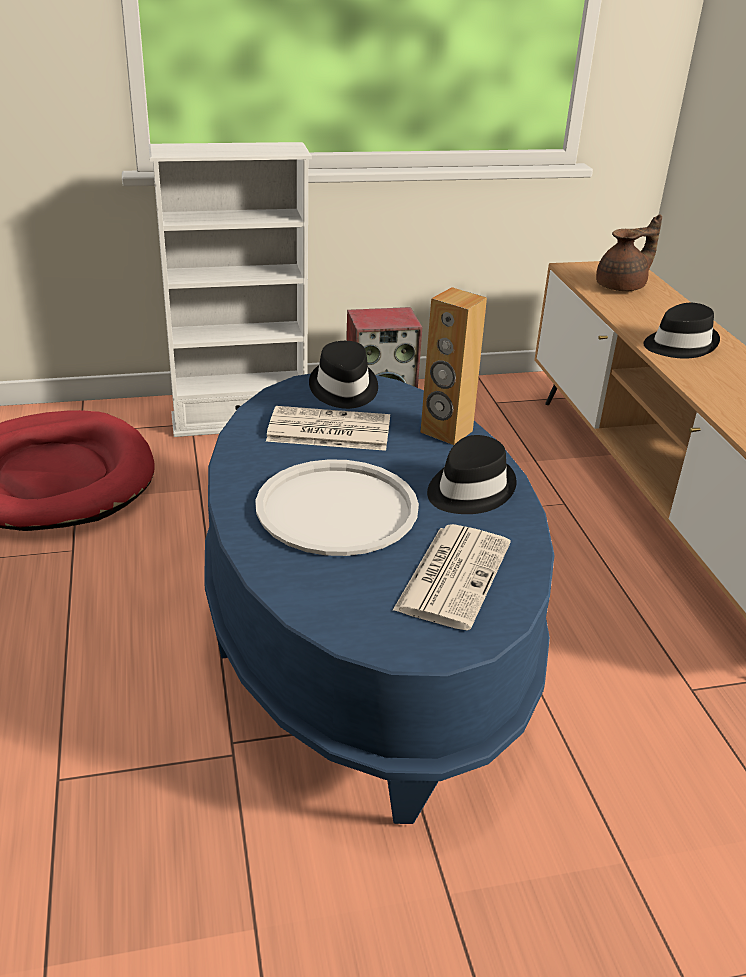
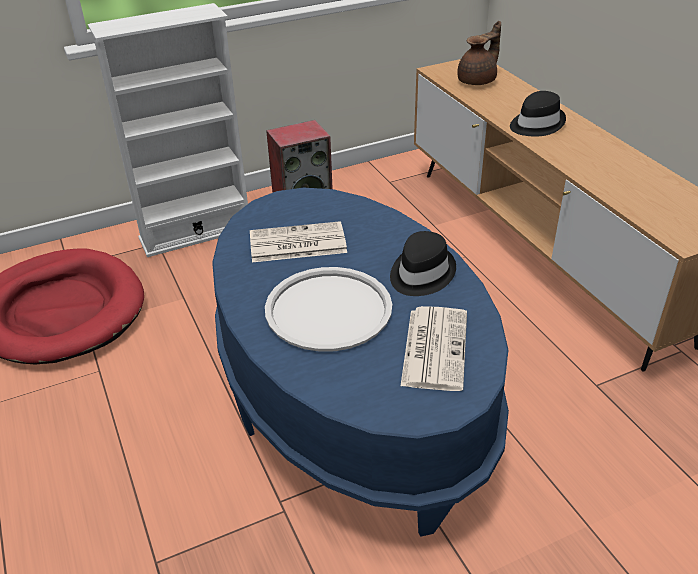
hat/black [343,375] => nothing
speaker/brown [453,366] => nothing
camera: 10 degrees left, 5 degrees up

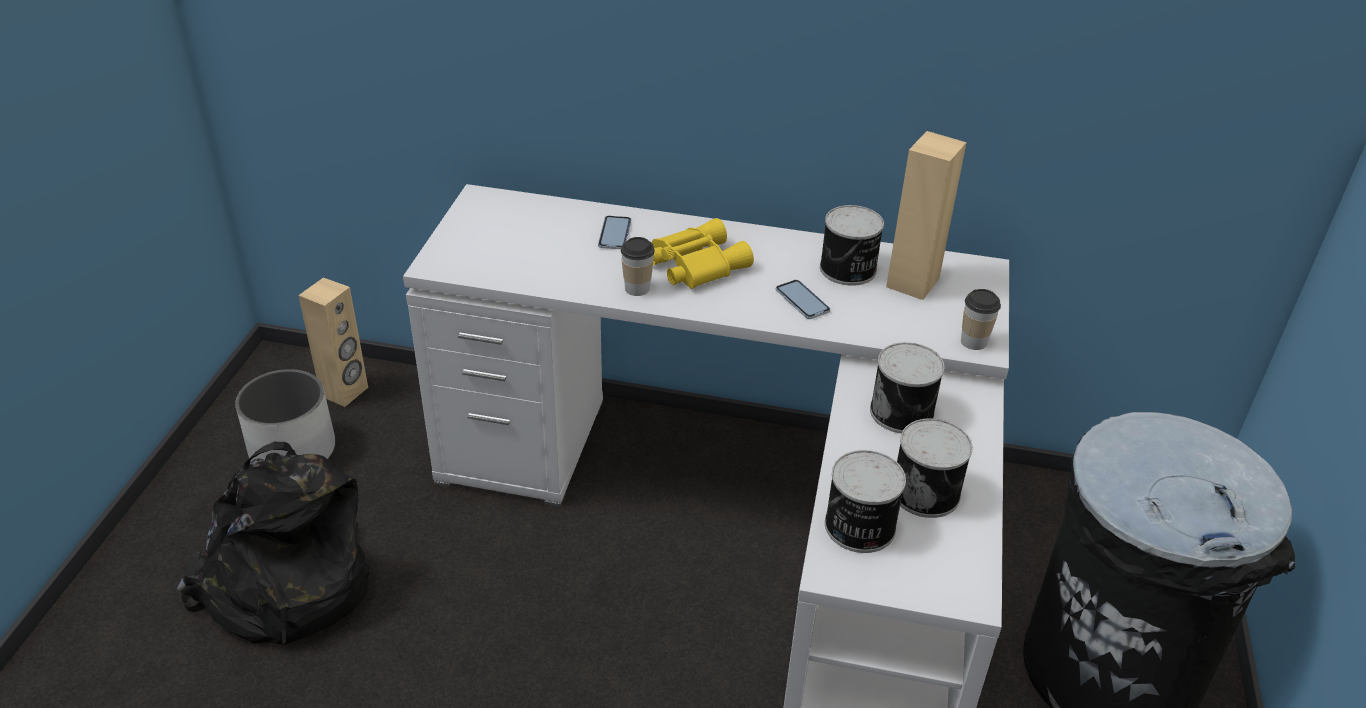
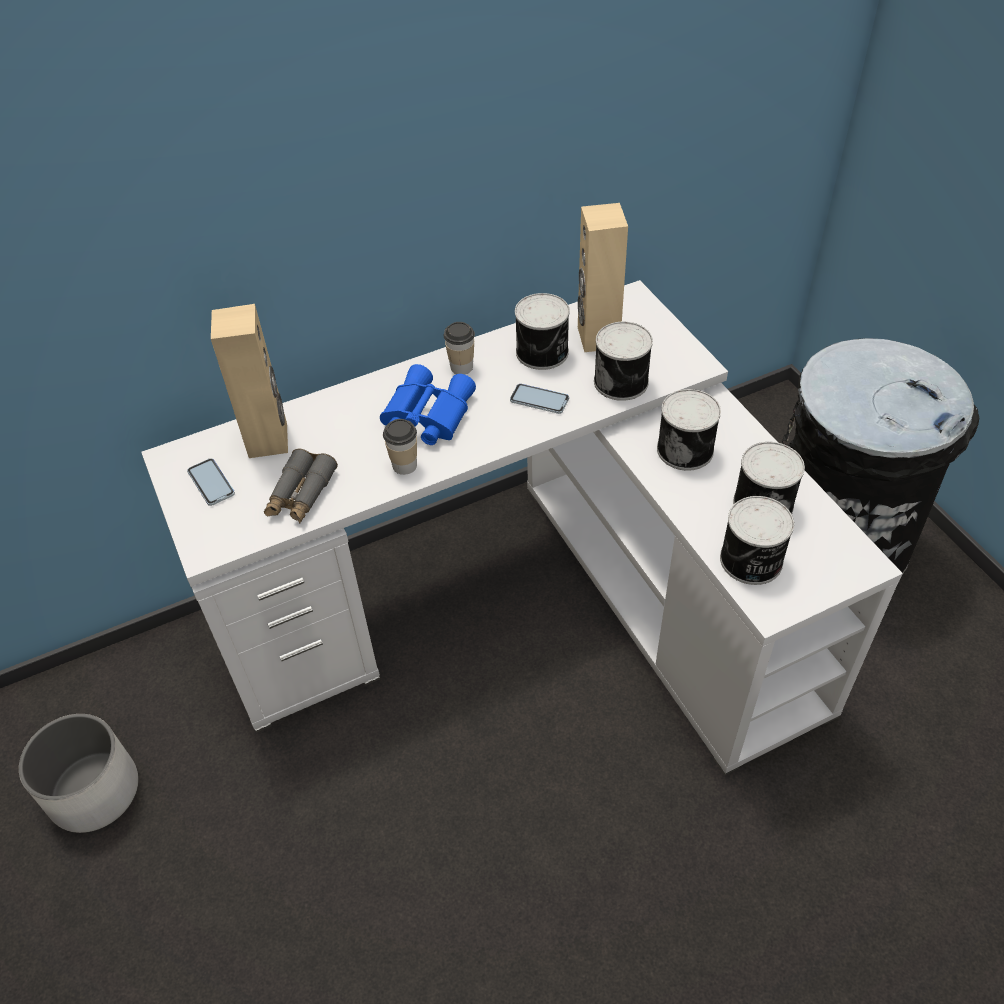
backpack/black [273,543] => nothing
speaker/beige [333,342] => speaker/beige [249,381], shifted
phone [614,232] => phone [211,482], shifted
binoculars/yellow [703,253] => binoculars/blue [428,404]
cup [981,319] => cup [459,348], shifted
nothing => binoculars/grey [301,486]
nothing => can [623,361]
camera: 35 degrees left, 10 degrees up

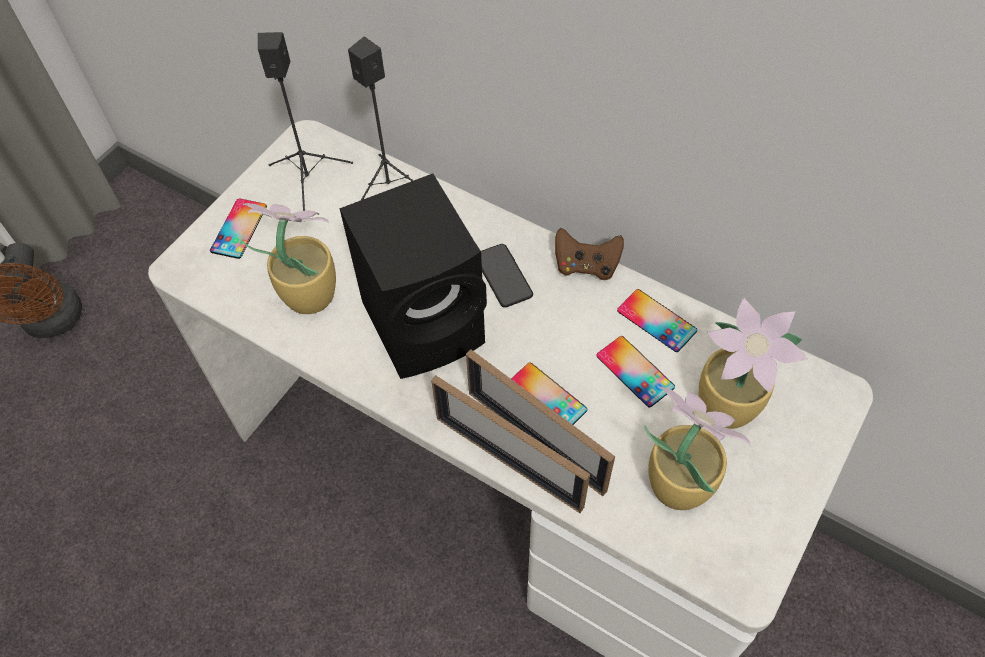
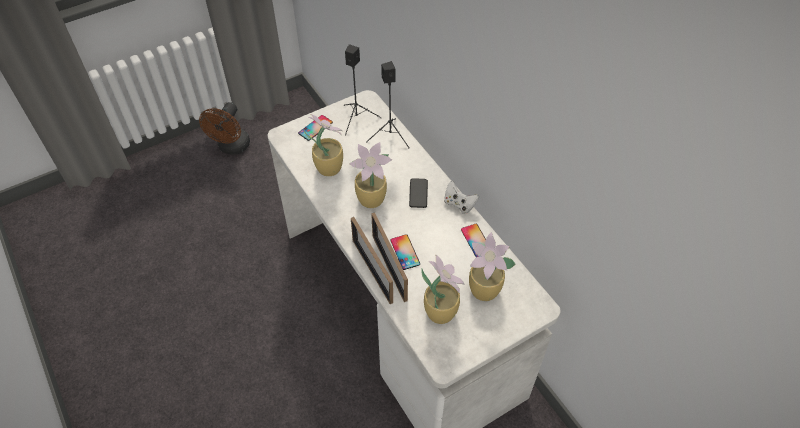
speaker/black [413,276] => potted plant [371,175]
game controller/brown [589,254] => game controller/white [461,197]
phone [635,371] => nothing
camera: 25 degrees right, 5 degrees down

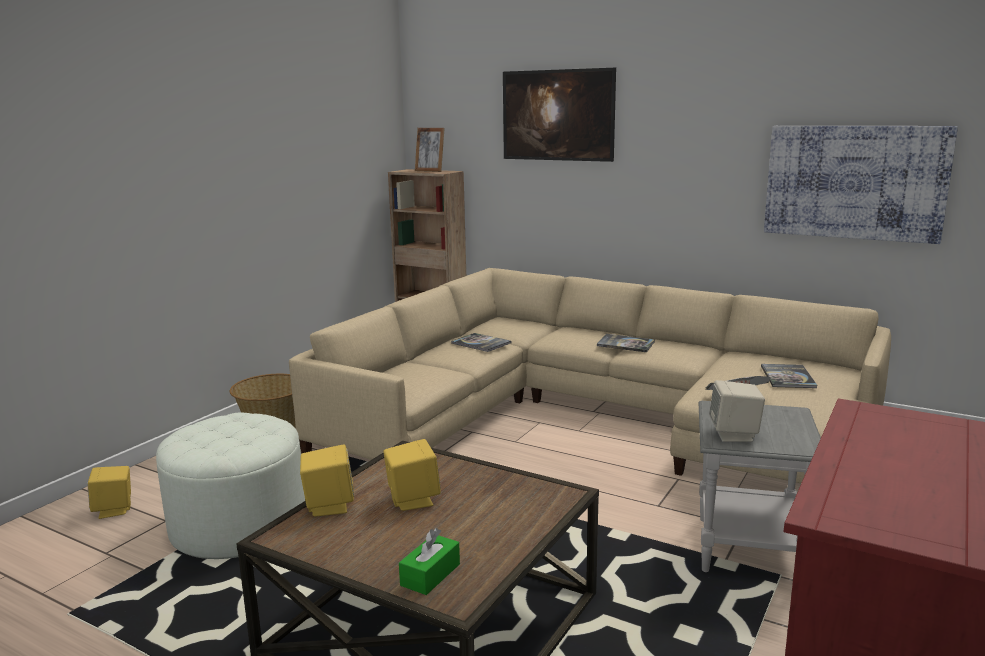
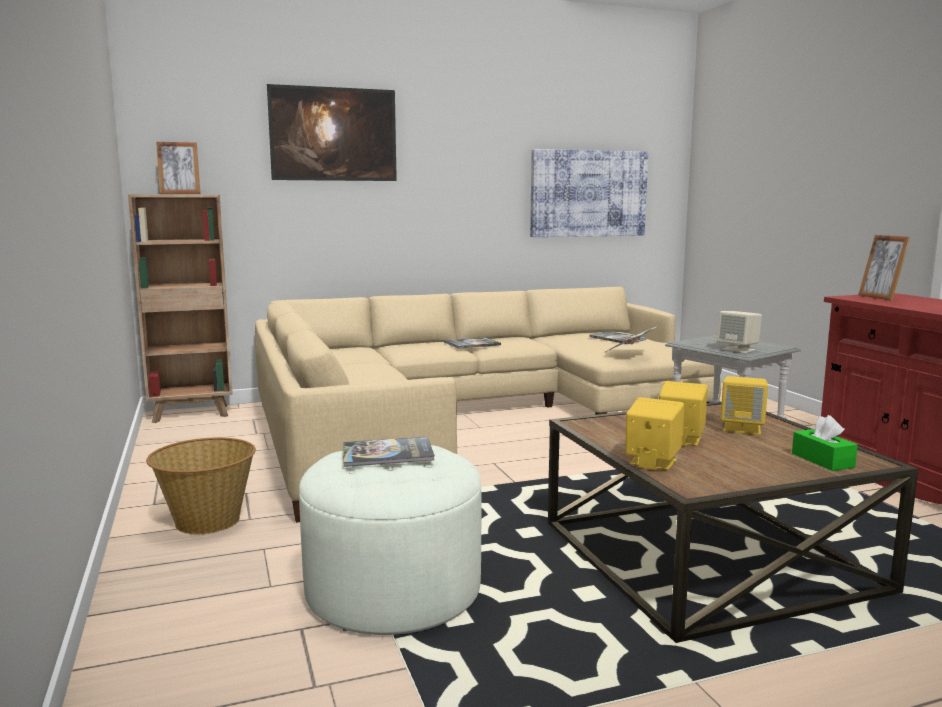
speaker/yellow [109,492] => speaker/yellow [744,405], shifted
book [481,342] => book [389,451], shifted
nothing => picture frame [884,268]
camera: 50 degrees left, 5 degrees down

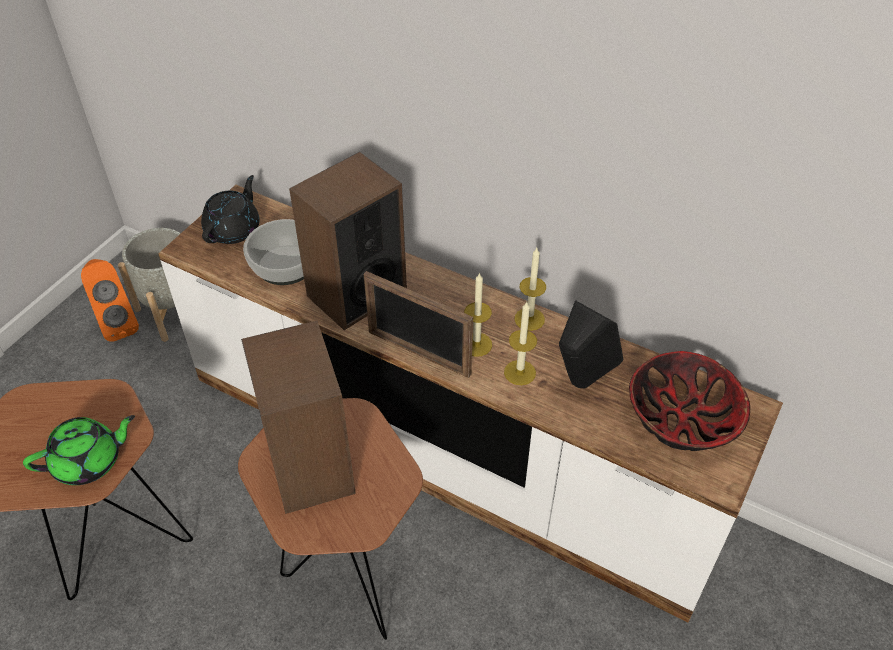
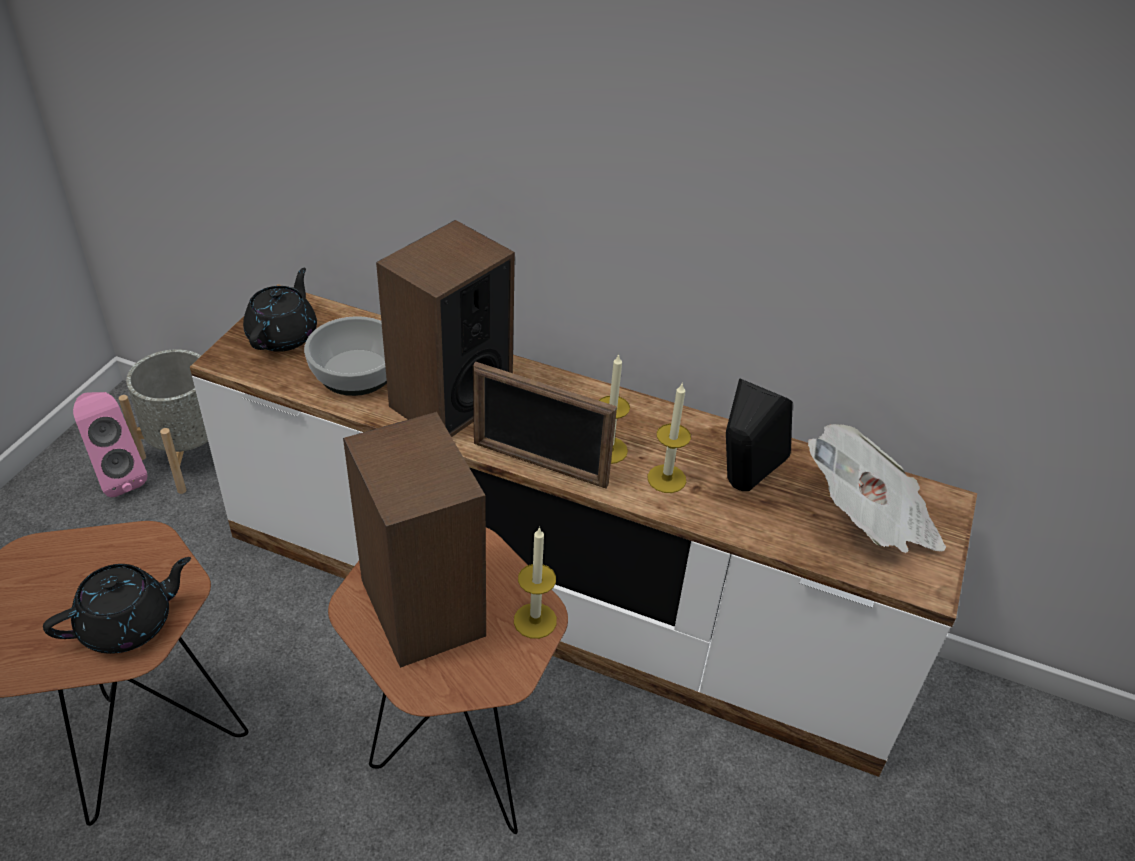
teapot/green [79,450] => teapot/black [117,605]
speaker/orange [110,300] => speaker/pink [110,444]
candle [530,289] => candle [535,582], shifted
bowl [689,401] => newspaper [877,488]
camera: 10 degrees left, 5 degrees down

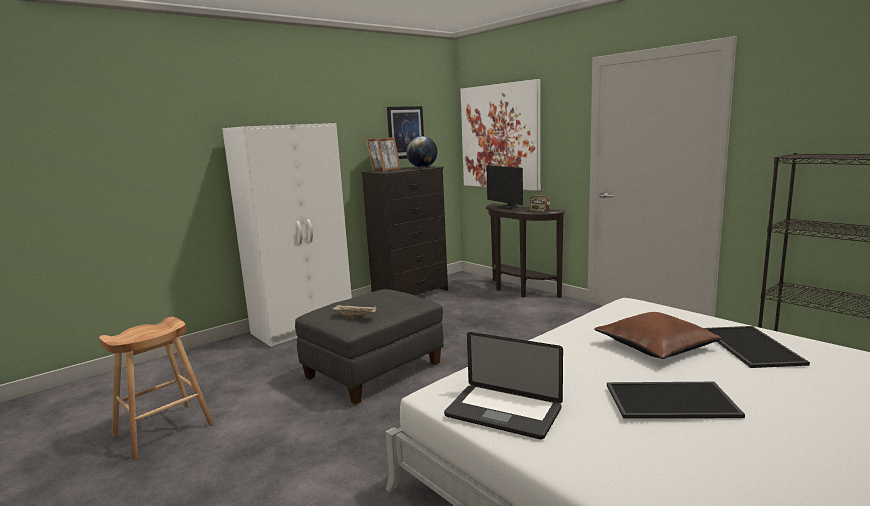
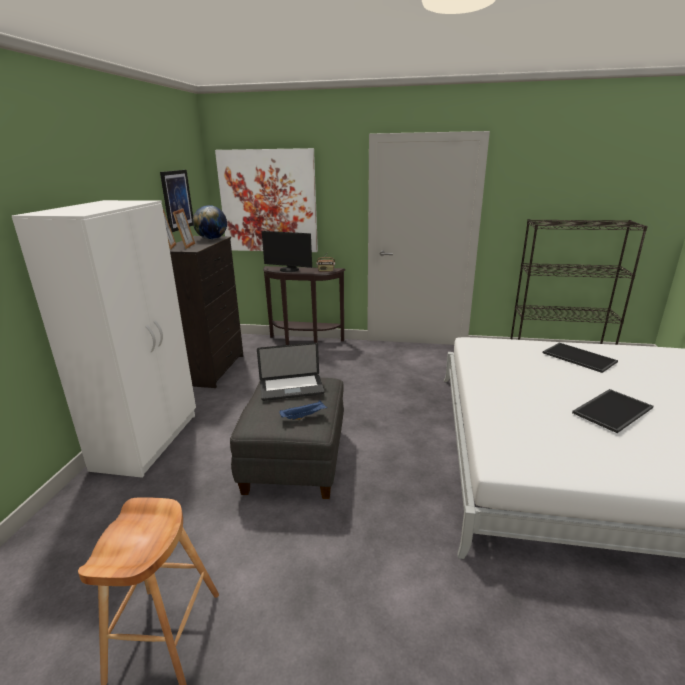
tray/beige [354,311] => tray/blue [303,410]
laptop [503,386] => laptop [290,371], shifted
pillow/brown [657,335] => nothing
camera: 40 degrees left, 10 degrees up

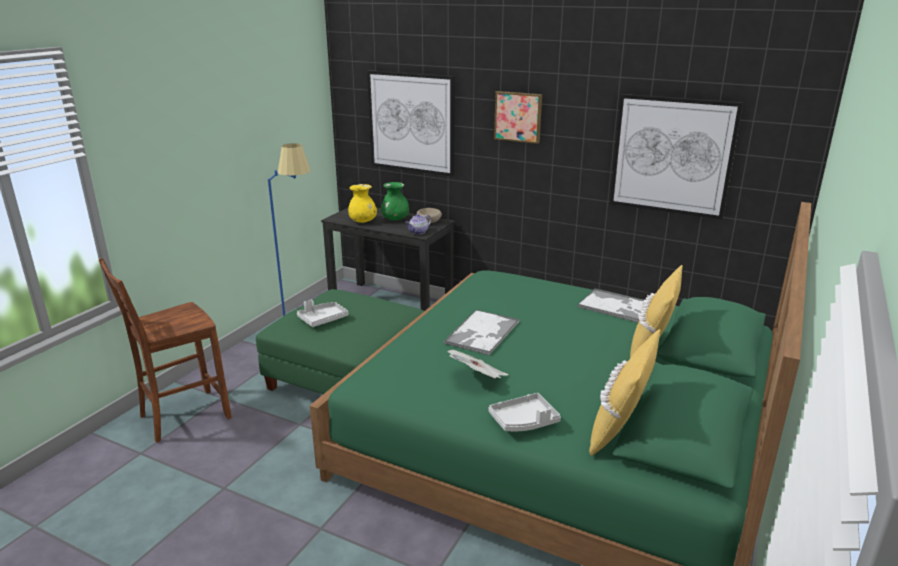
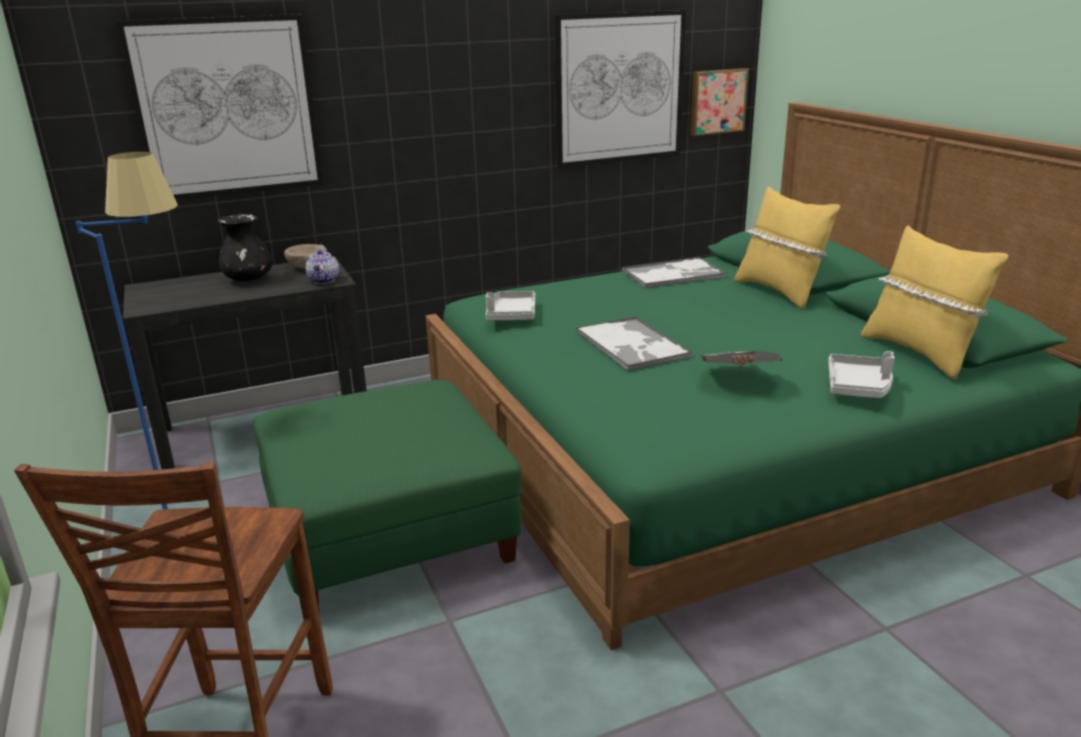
tray/grey [323,313] => tray/grey [510,305], shifted
vase/yellow [362,203] => nothing
vase/green [395,201] => vase/black [245,247]
picture [518,117] => picture [719,102], shifted
camera: 50 degrees left, 0 degrees up

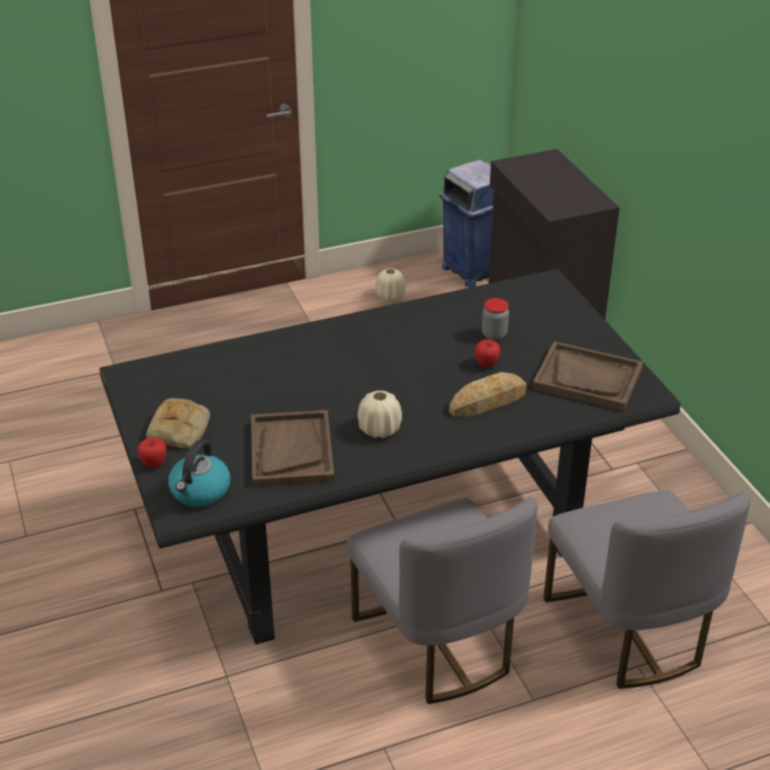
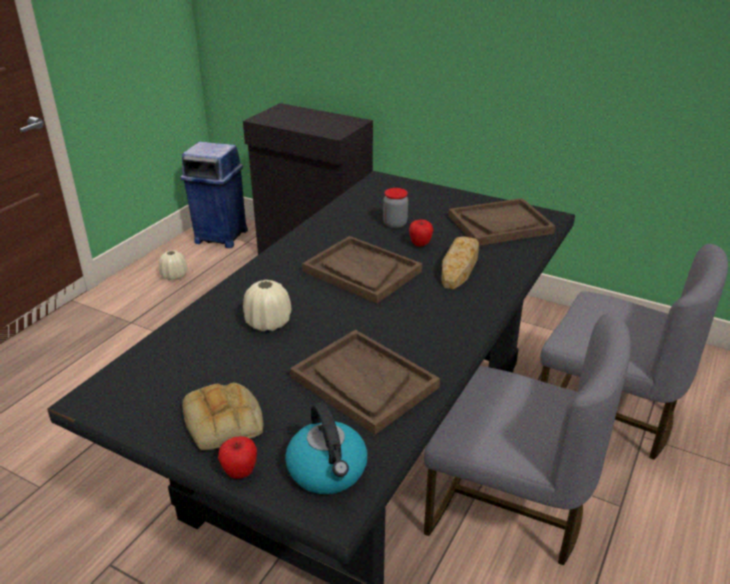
vase/beige [380,414] => vase/beige [267,306], shifted
nothing => tray/brown [362,270]
camera: 40 degrees left, 5 degrees down

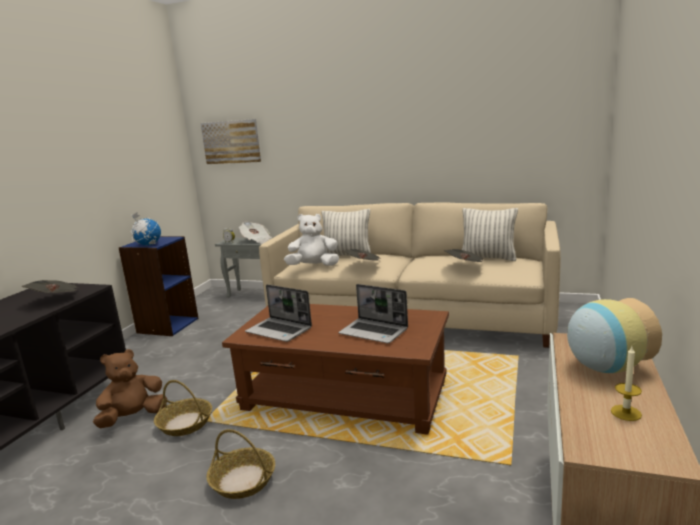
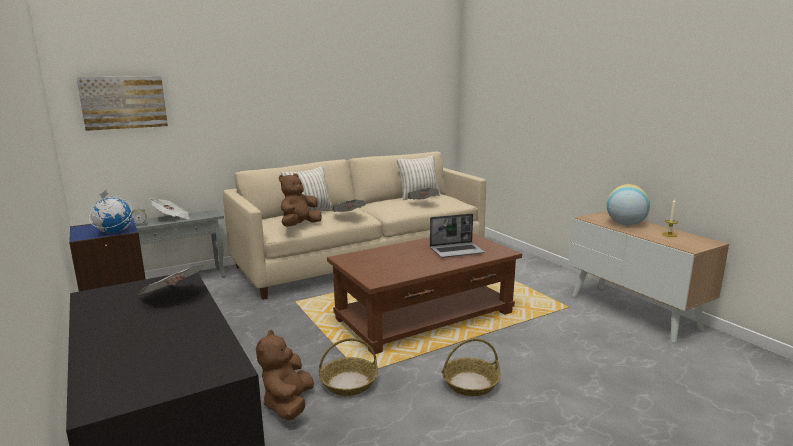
laptop [278,313] => nothing
plush toy/white [311,240] => plush toy/brown [300,200]
camera: 50 degrees left, 0 degrees up

